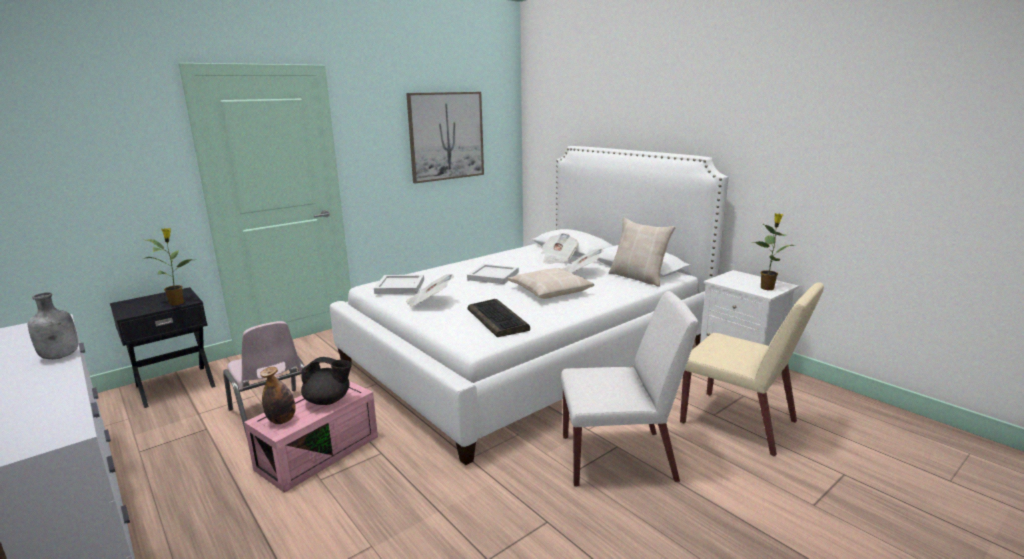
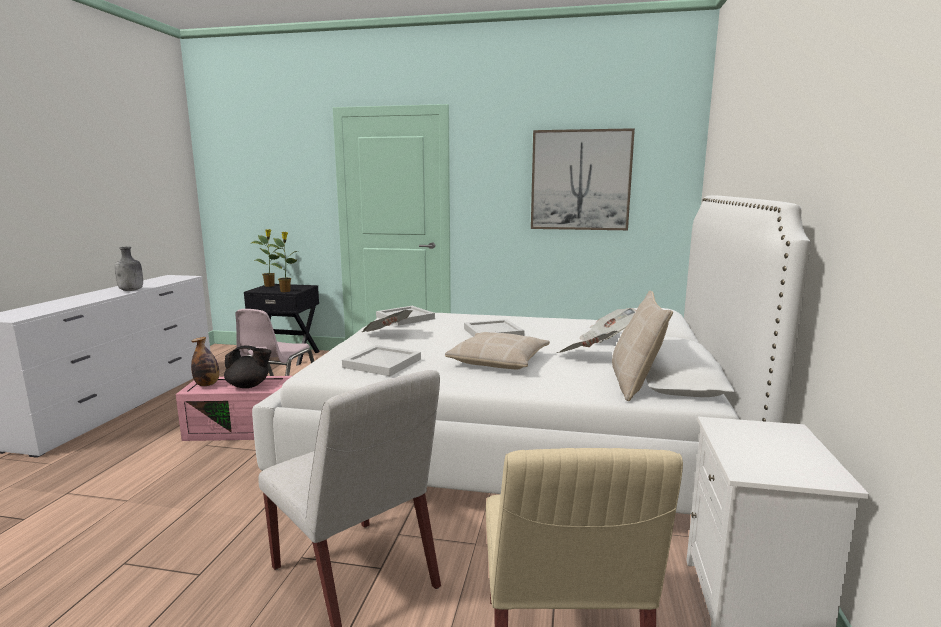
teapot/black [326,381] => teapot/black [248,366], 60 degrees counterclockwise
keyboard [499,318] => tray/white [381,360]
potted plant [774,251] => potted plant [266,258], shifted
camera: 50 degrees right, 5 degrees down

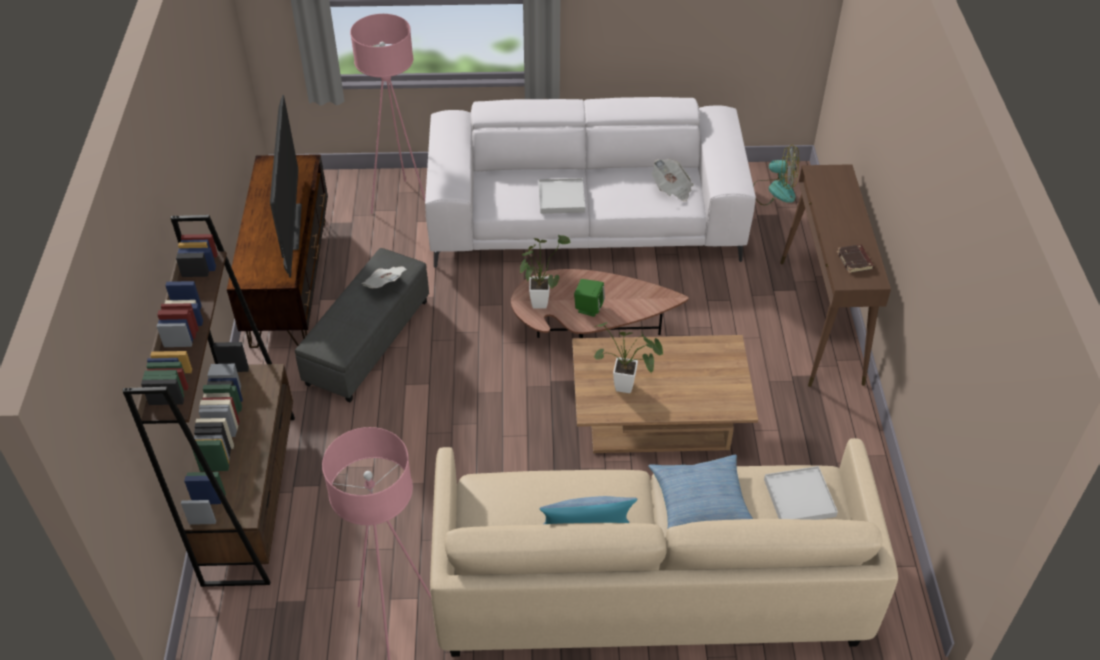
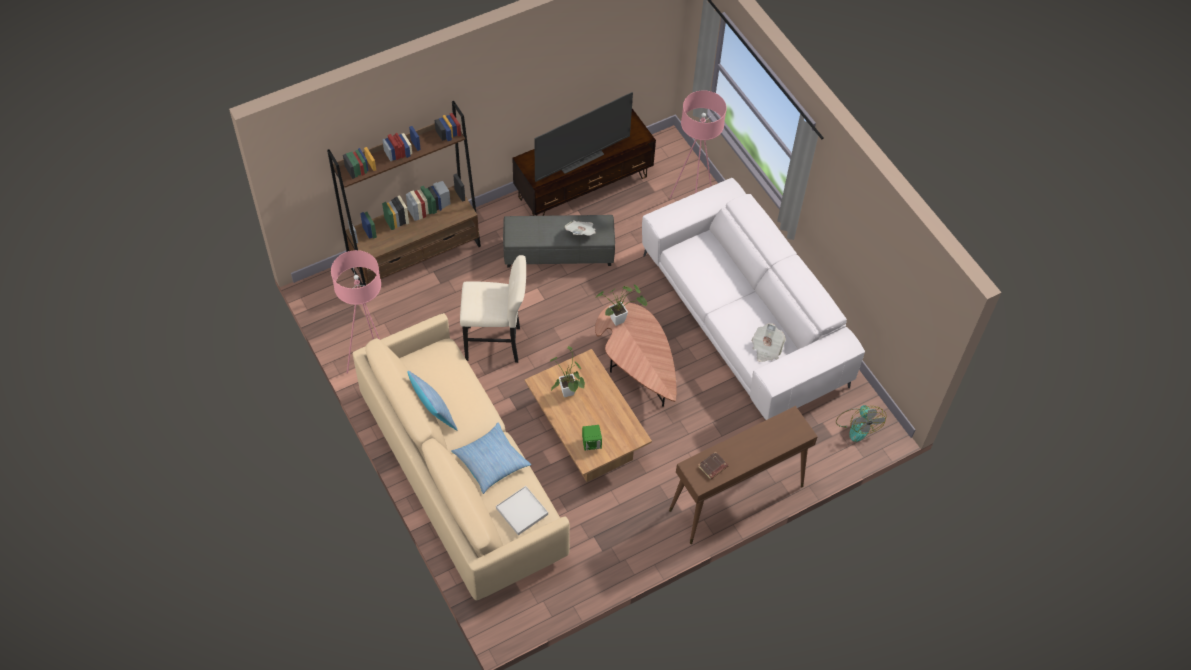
tray/white [562,196] => nothing
speaker/green [589,298] => speaker/green [592,437], shifted
nothing => stool/beige [493,309]
camera: 60 degrees right, 10 degrees up

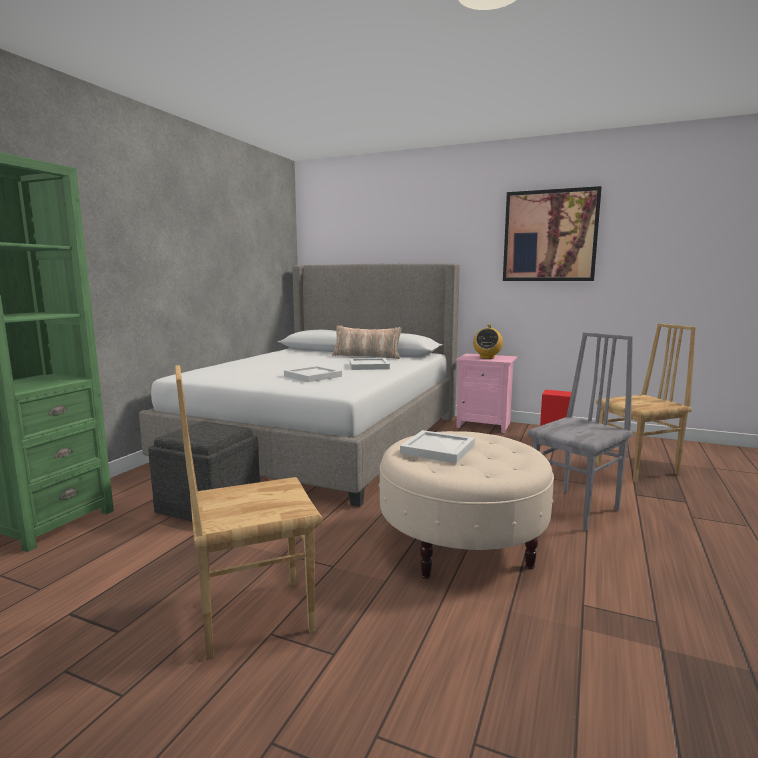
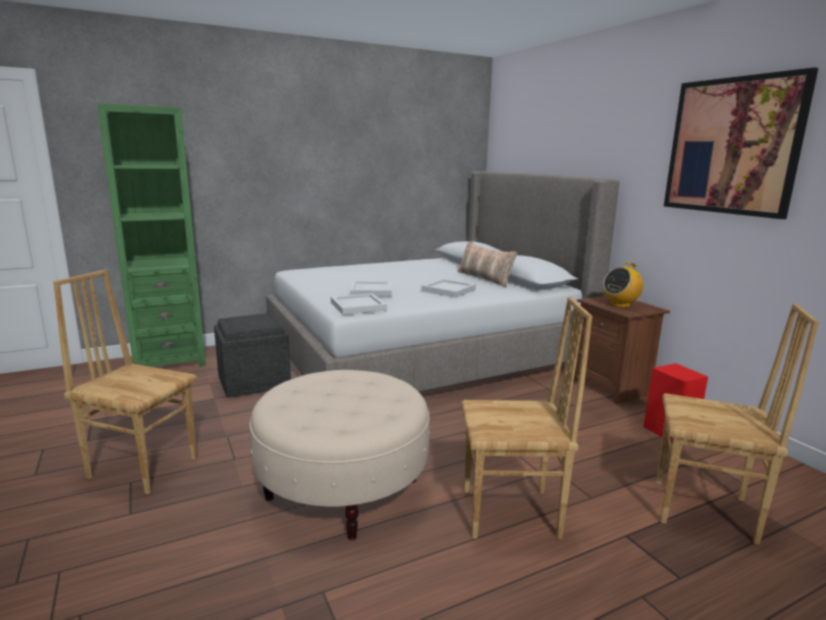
tray/white [437,446] => tray/white [359,304], shifted
nightstand/pink [486,393] => nightstand/brown [622,350]
chair/grey [580,431] => chair/brown [527,418]
camera: 40 degrees right, 5 degrees up

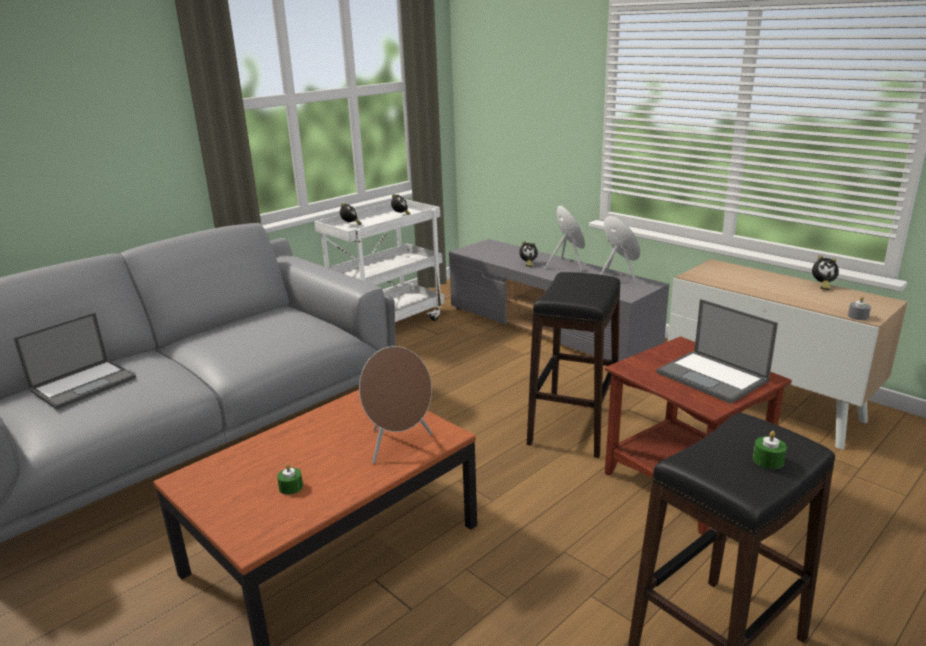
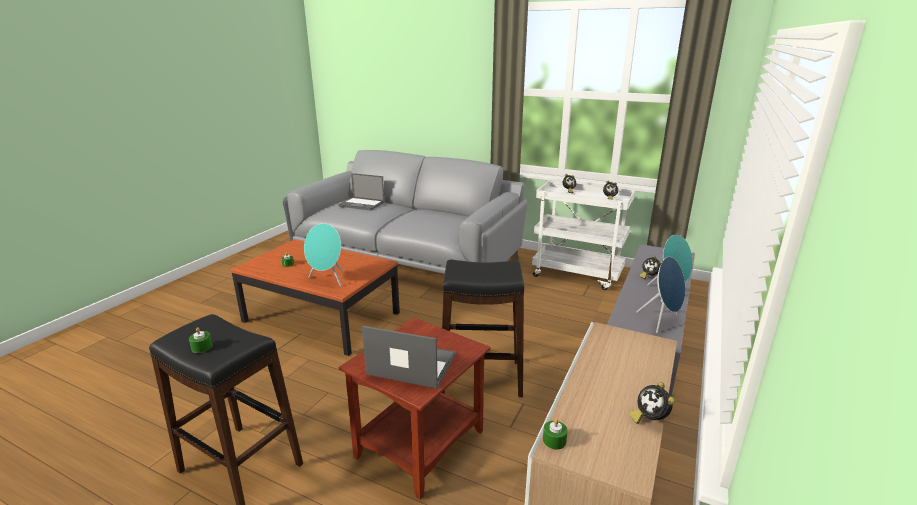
speaker/brown [395,405] => speaker/turquoise [323,254]
laptop [717,351] => laptop [409,357], 75 degrees clockwise
candle/grey [859,308] => candle/green [555,434]
camera: 70 degrees right, 0 degrees up

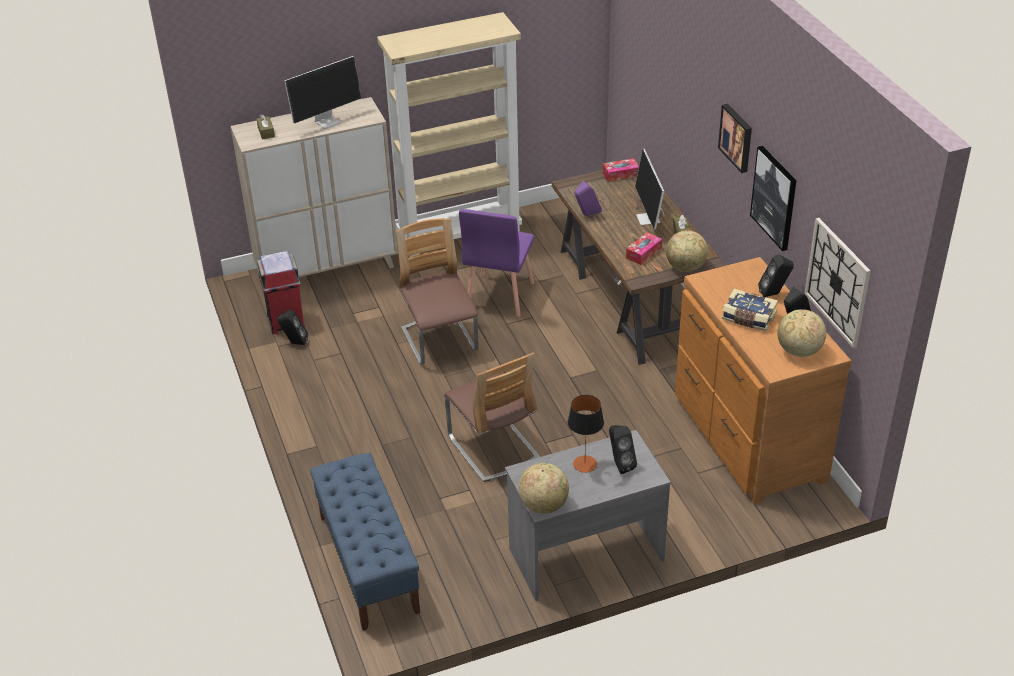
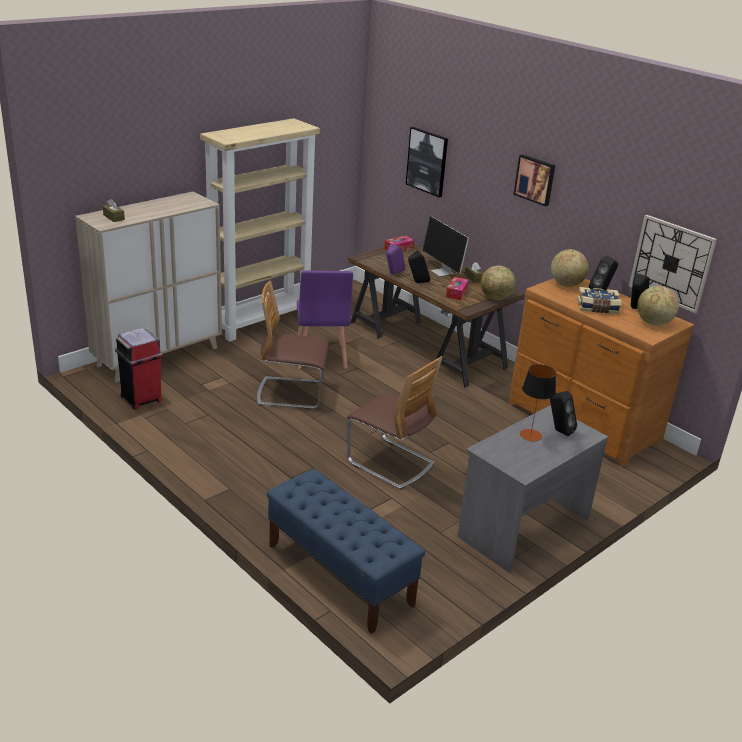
speaker/black [292,327] => speaker/black [419,266], shifted
monitor [322,92] => nothing
chair [437,291] => chair [292,345], 45 degrees counterclockwise
globe [543,488] => globe [570,268], shifted
picture [773,198] => picture [427,162], shifted
camera: 25 degrees left, 10 degrees down

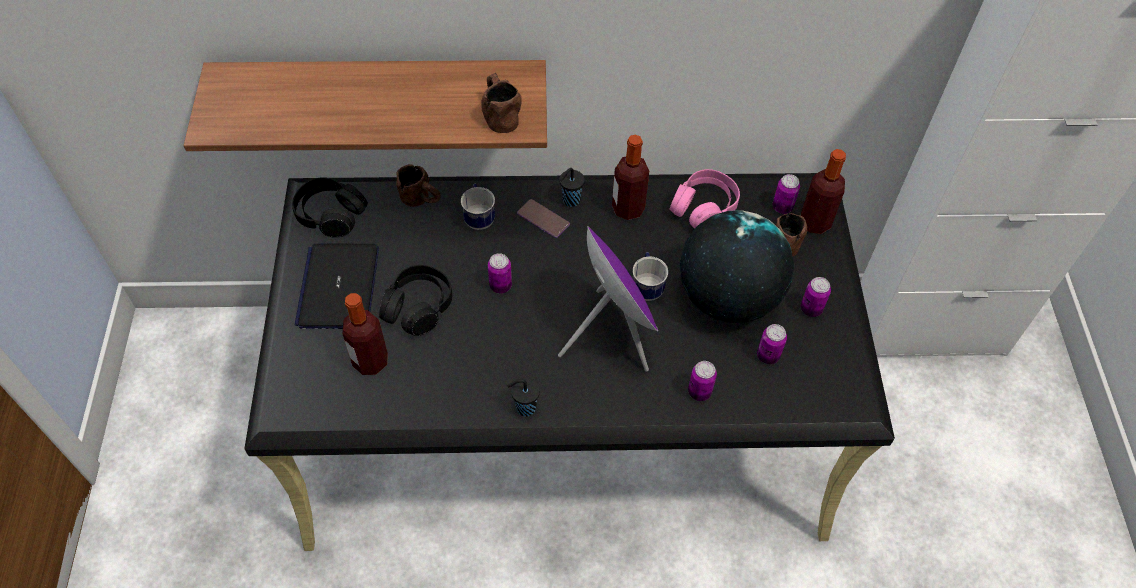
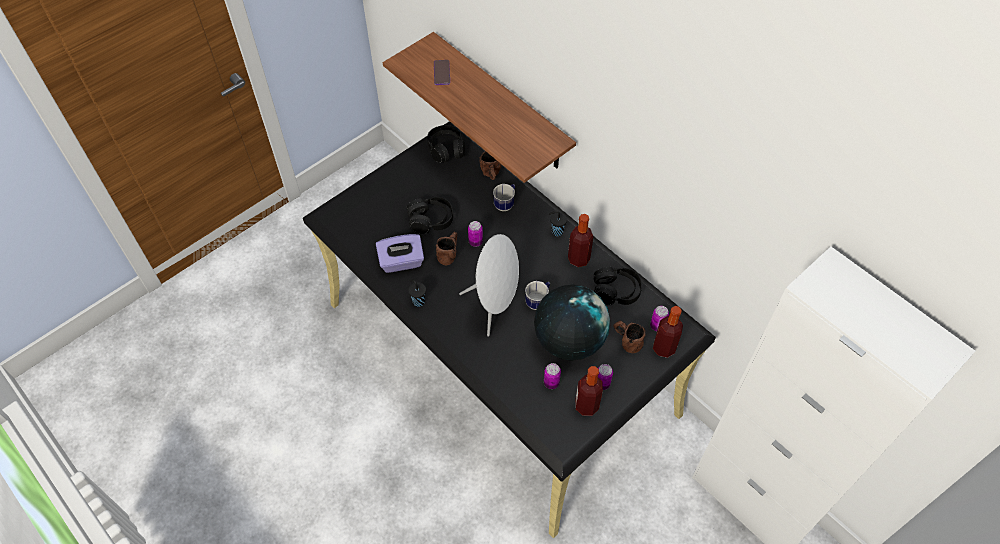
laptop [337,286] => nothing
bottle [365,334] => bottle [589,391], shifted
mug/brown [501,103] => mug/brown [446,248], shifted
phone [543,218] => phone [442,72], shifted
speaker/purple [608,299] => speaker/white [489,285]
headphones/pink [704,199] => headphones/black [618,286]
can [702,381] => nothing
nothing => tissue box/purple [400,253]
camera: 50 degrees right, 0 degrees up

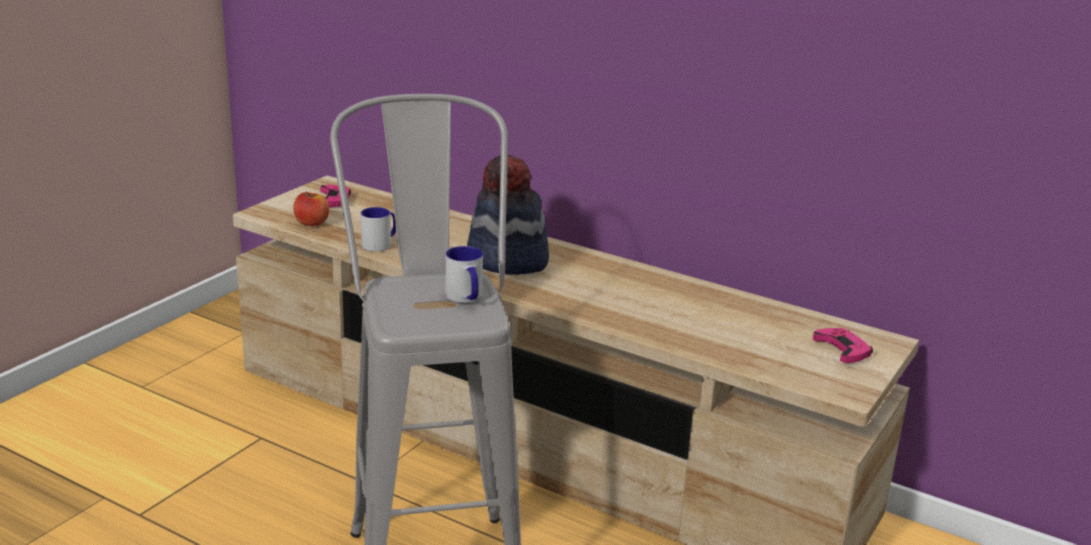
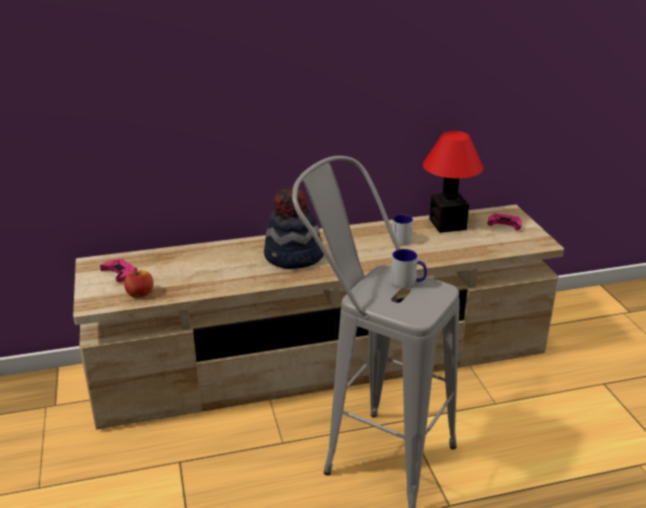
mug [378,229] => mug [402,229], shifted
nothing => table lamp [453,182]
camera: 45 degrees left, 5 degrees up

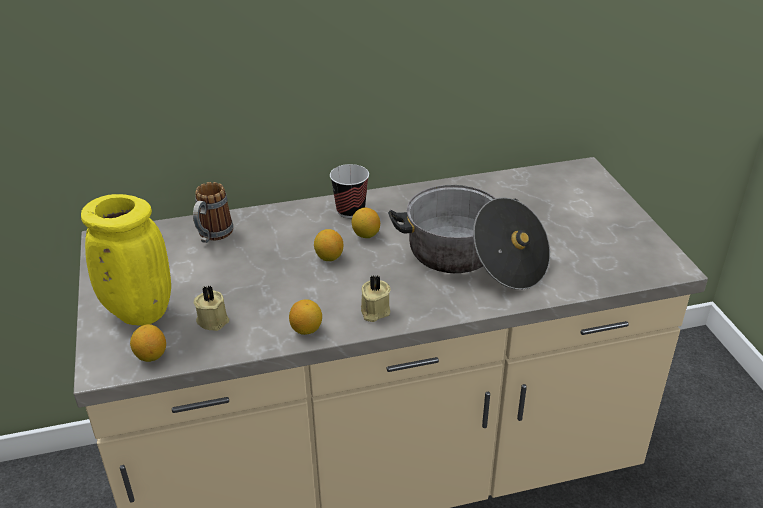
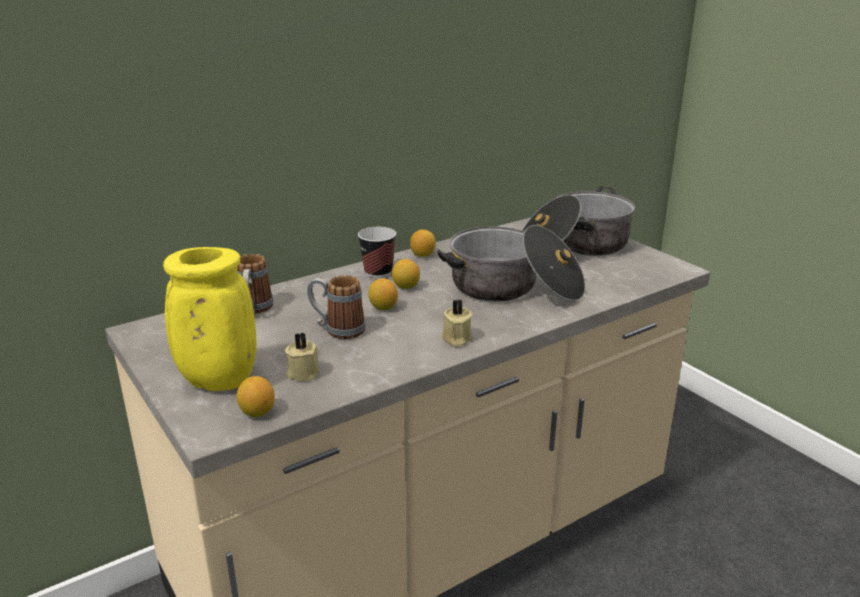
lemon [305,317] => lemon [423,243], shifted
nothing => mug [336,307]
nothing => cooking pot [578,221]
camera: 20 degrees left, 10 degrees down

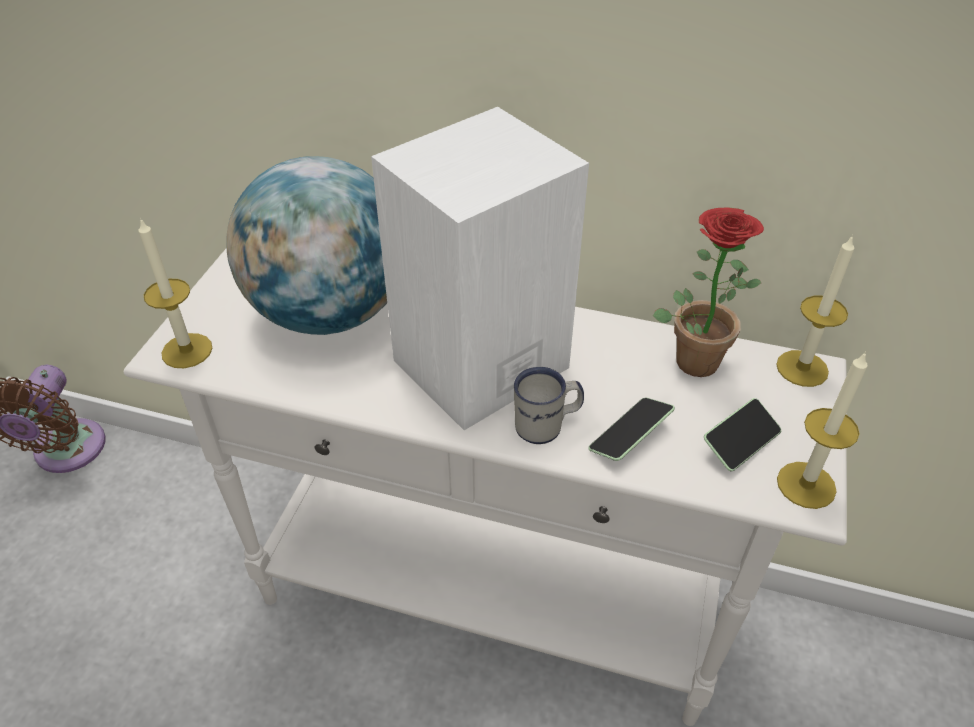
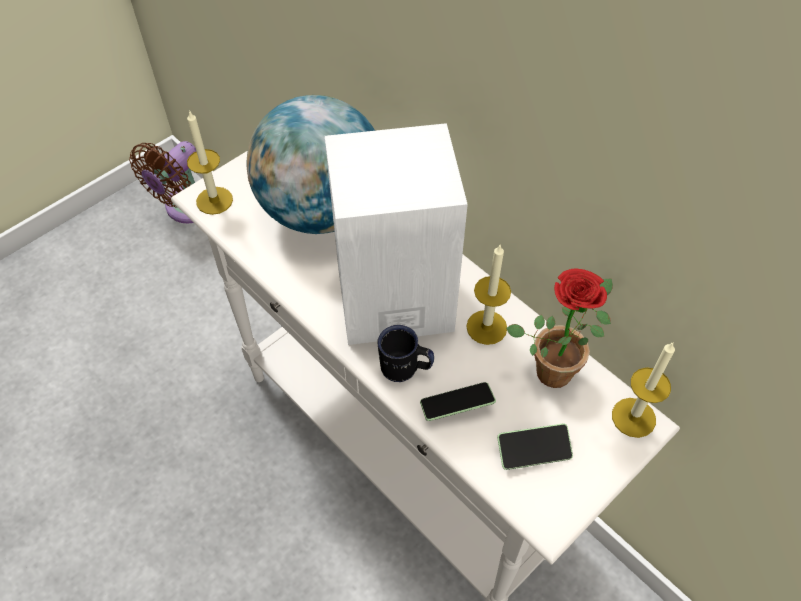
mug/white [549,405] => mug/black [406,353]
candle [822,430] => candle [488,295], shifted
camera: 30 degrees right, 10 degrees up

